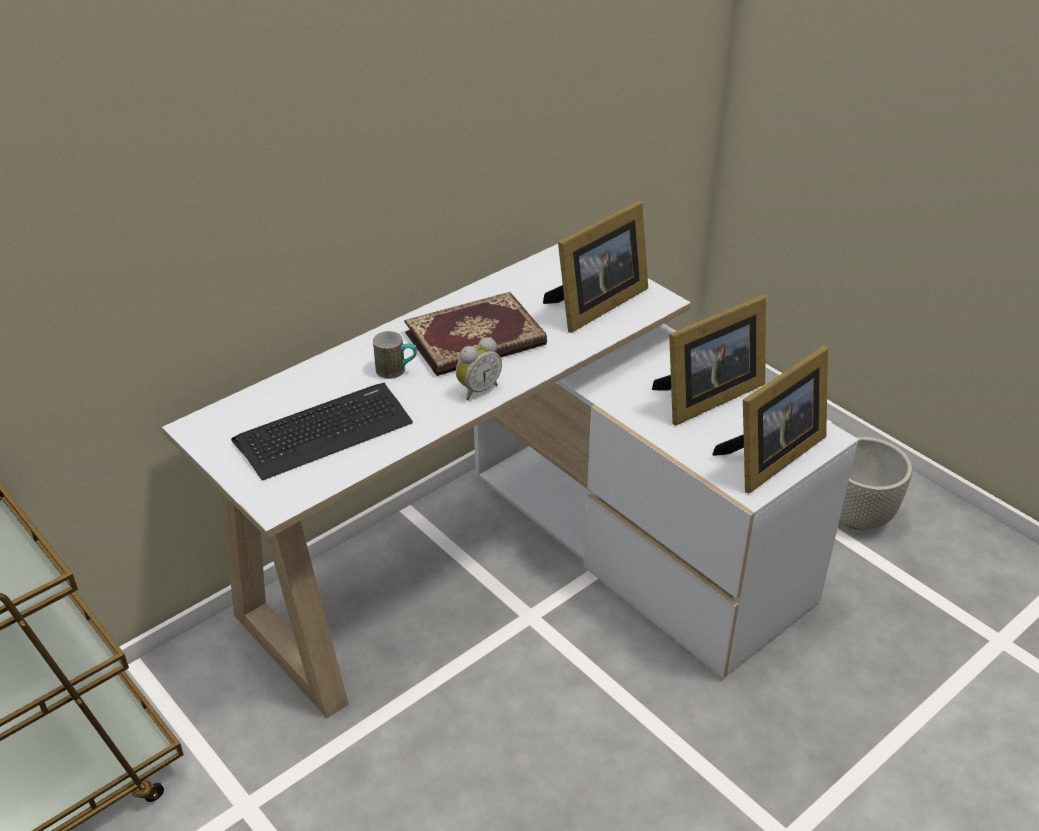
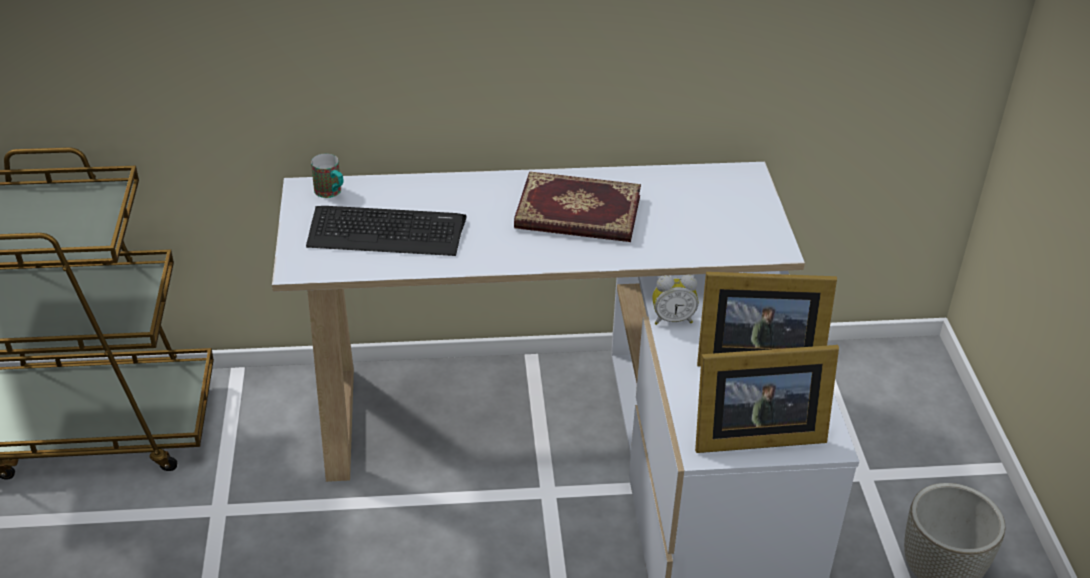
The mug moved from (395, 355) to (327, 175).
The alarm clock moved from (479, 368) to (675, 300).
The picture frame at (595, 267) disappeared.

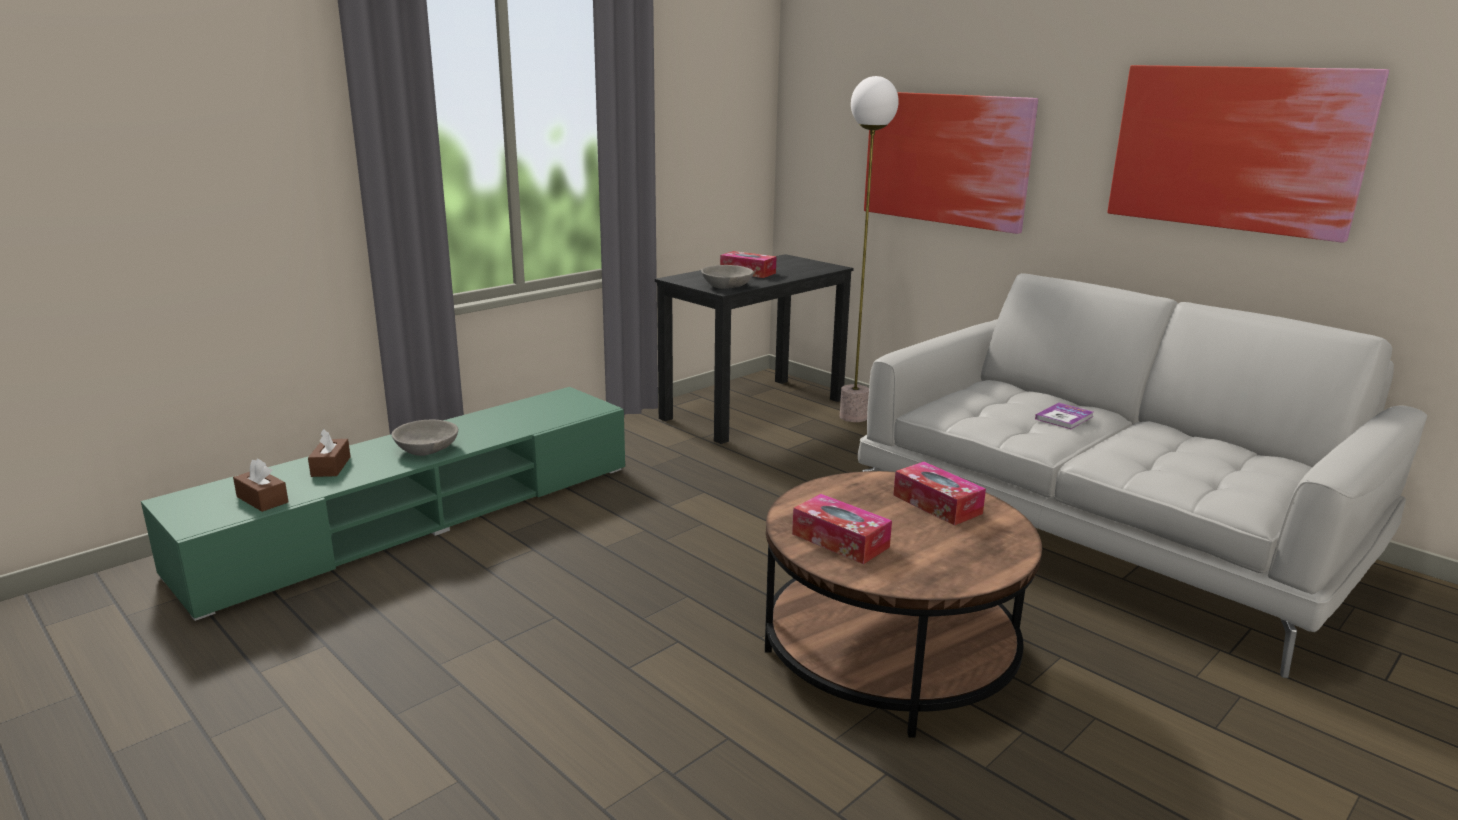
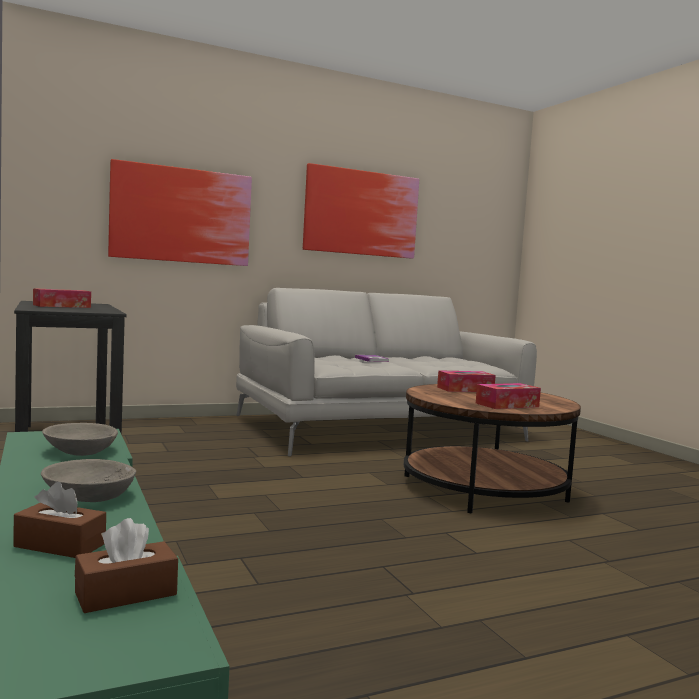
The bowl (grey) moved from (727, 277) to (80, 439).
The floor lamp at (869, 249) disappeared.

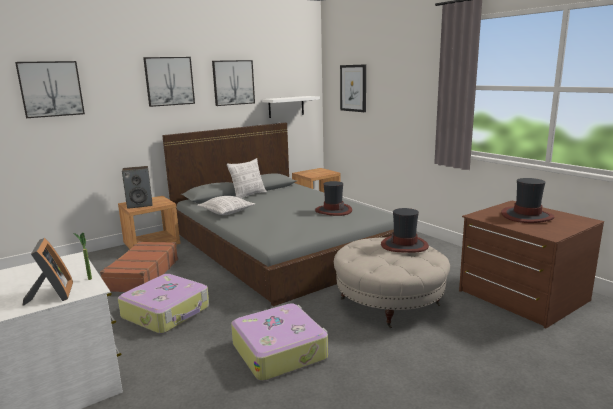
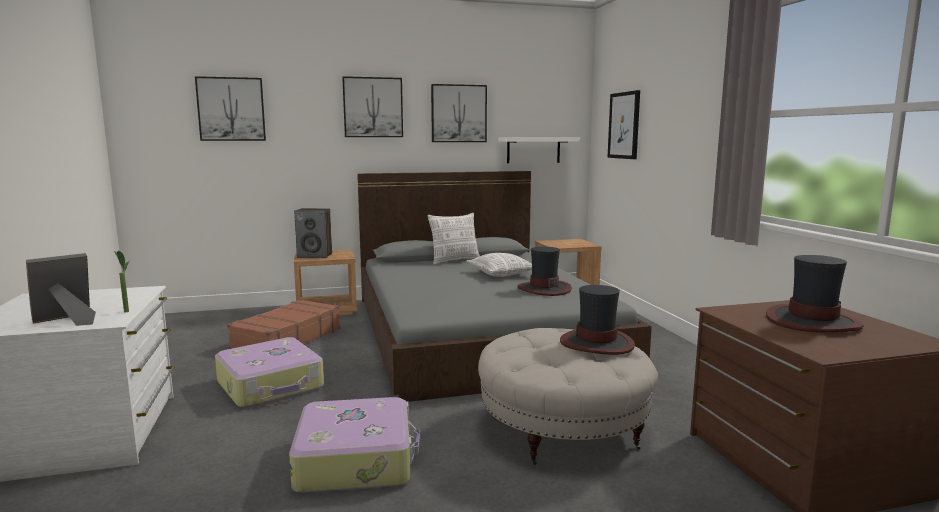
The picture frame at (47, 272) turned 135 degrees counterclockwise.
The pillow moved from (226, 205) to (499, 265).

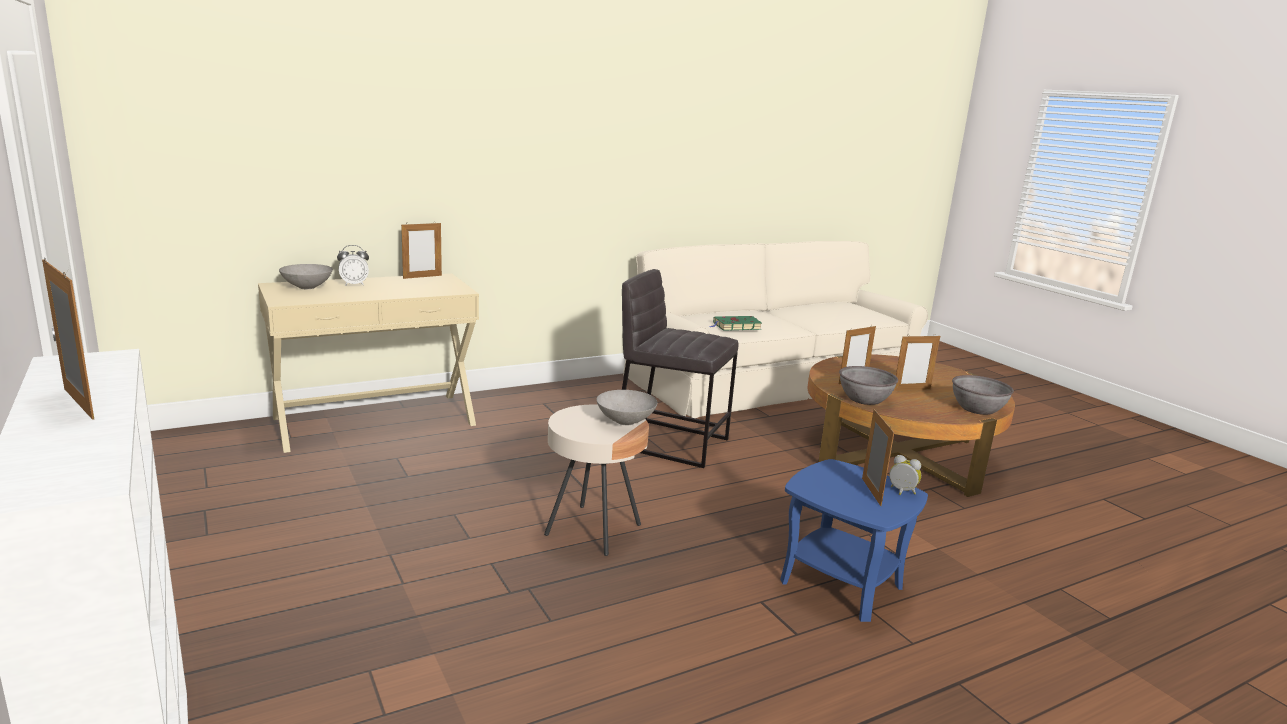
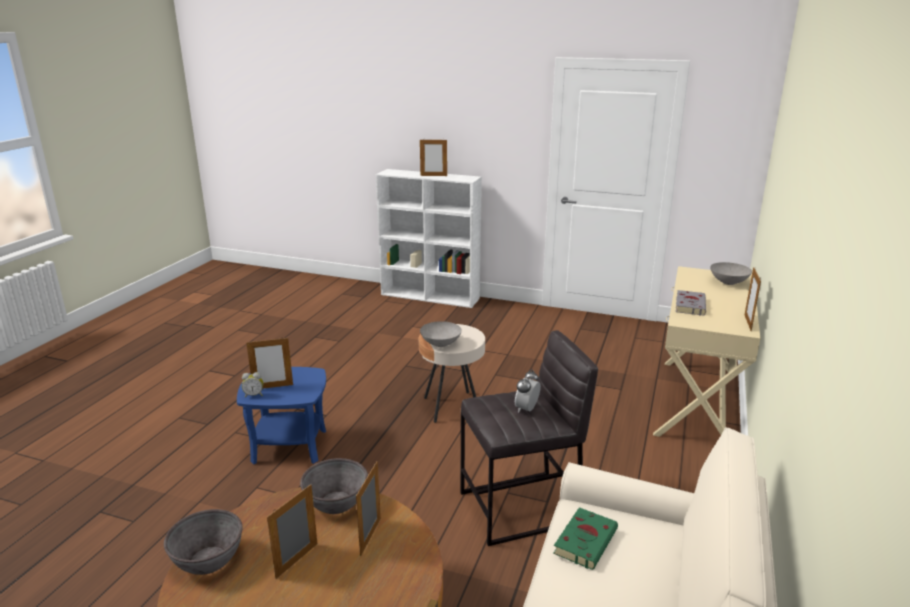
The alarm clock moved from (353, 265) to (528, 390).
The picture frame at (878, 457) turned 60 degrees counterclockwise.
The book (grey) at (691, 302) appeared.

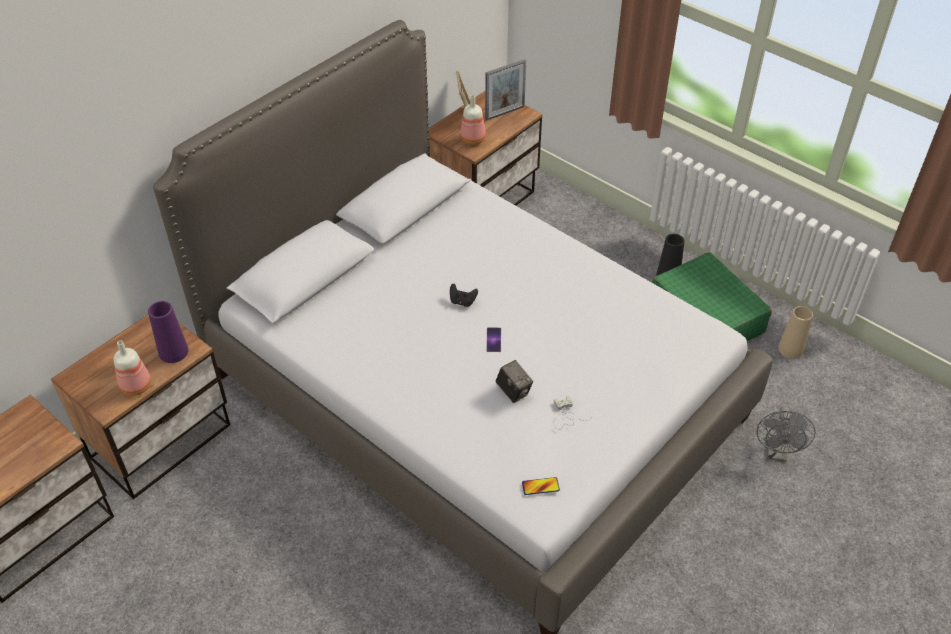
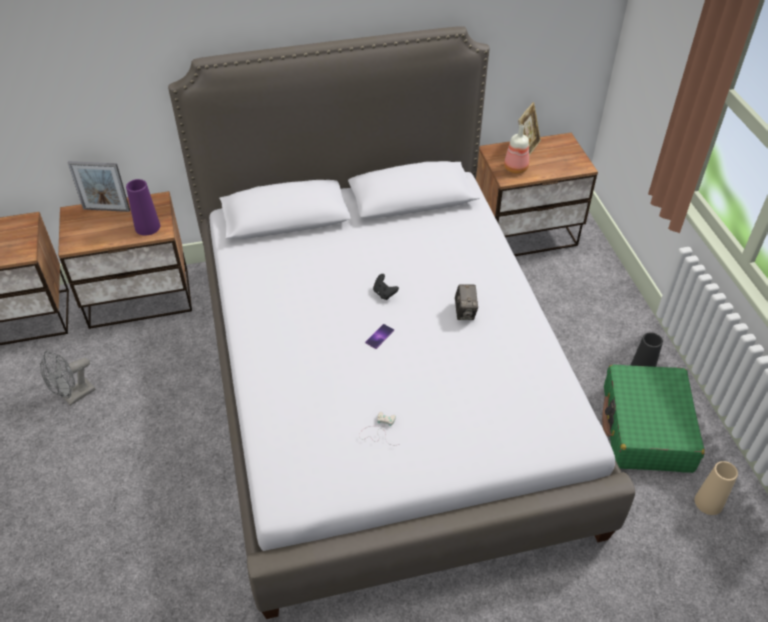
The bottle at (132, 368) disappeared.
The picture frame moved from (505, 90) to (99, 186).
The photo camera moved from (514, 381) to (466, 302).
The phone at (541, 486) disappeared.
The fan (grey) moved from (786, 434) to (68, 378).

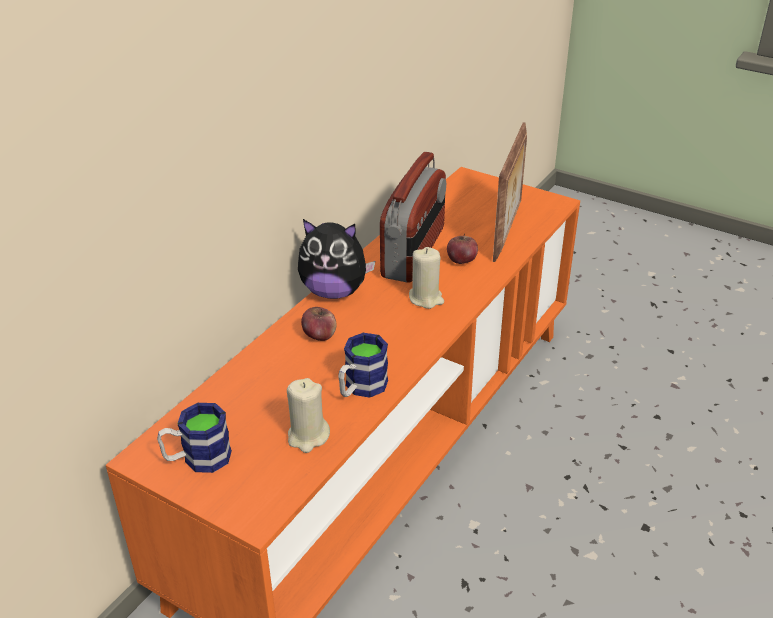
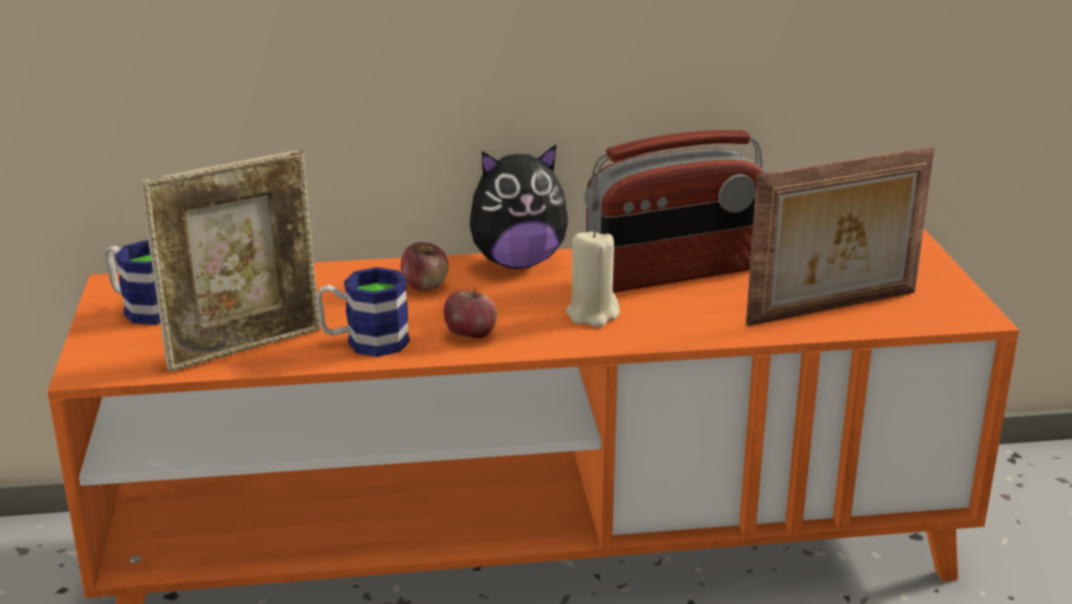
The candle (beige) at (308, 415) was replaced by the picture frame at (230, 261).
The plush toy at (336, 259) turned 75 degrees counterclockwise.
The apple moved from (462, 249) to (470, 313).

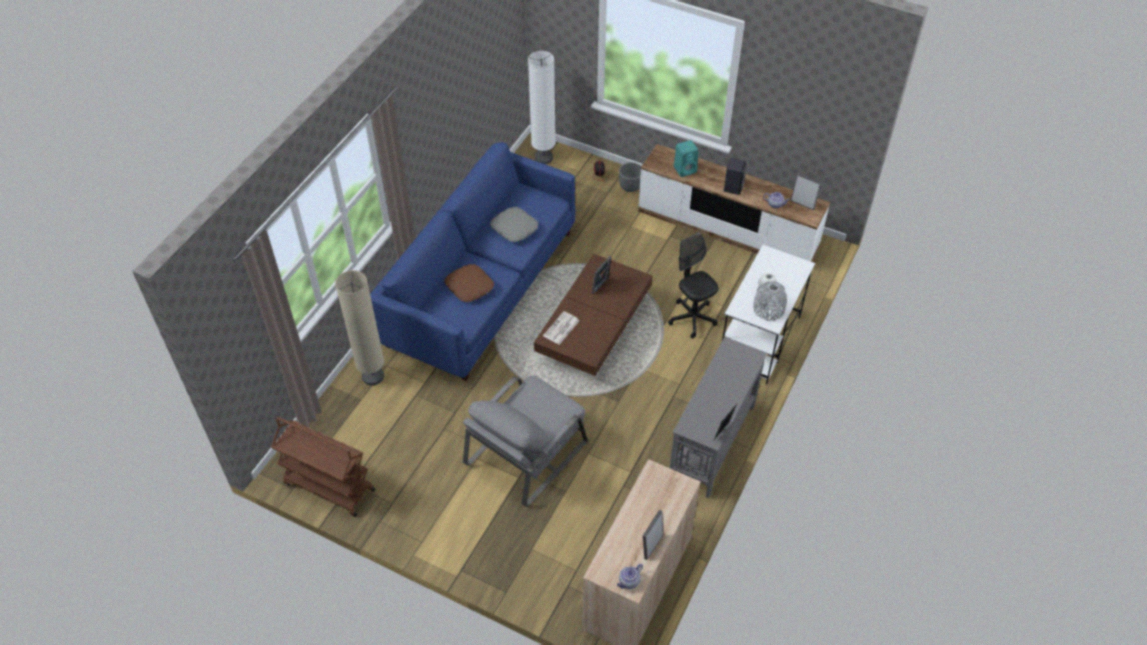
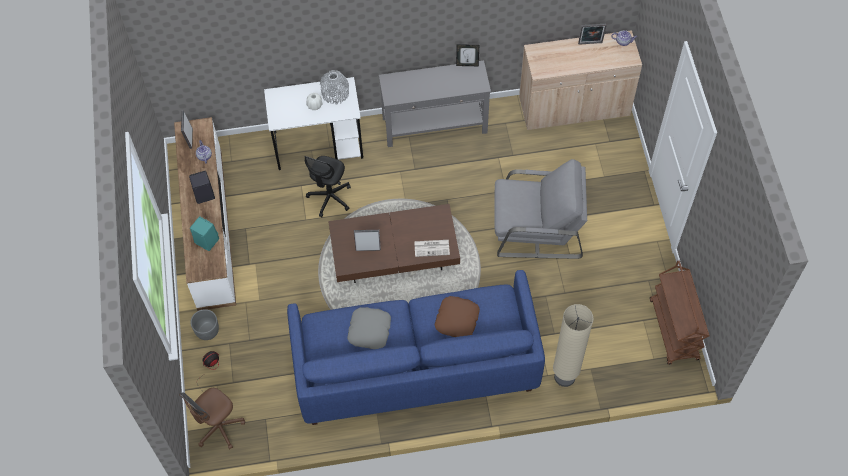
The floor lamp (white) at (542, 107) was replaced by the office chair (brown) at (212, 418).

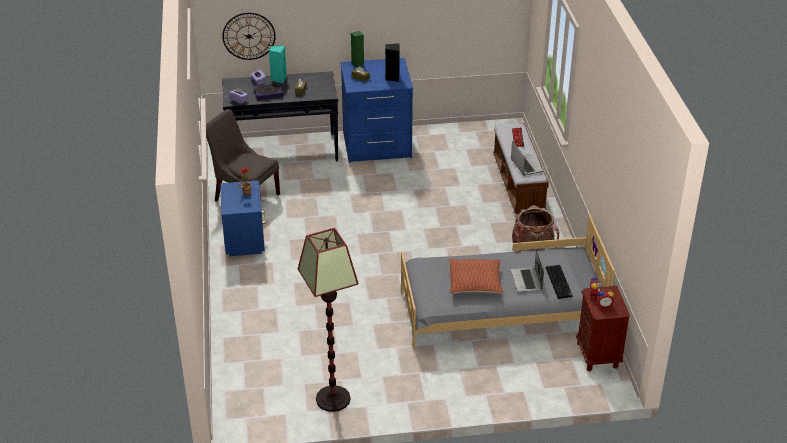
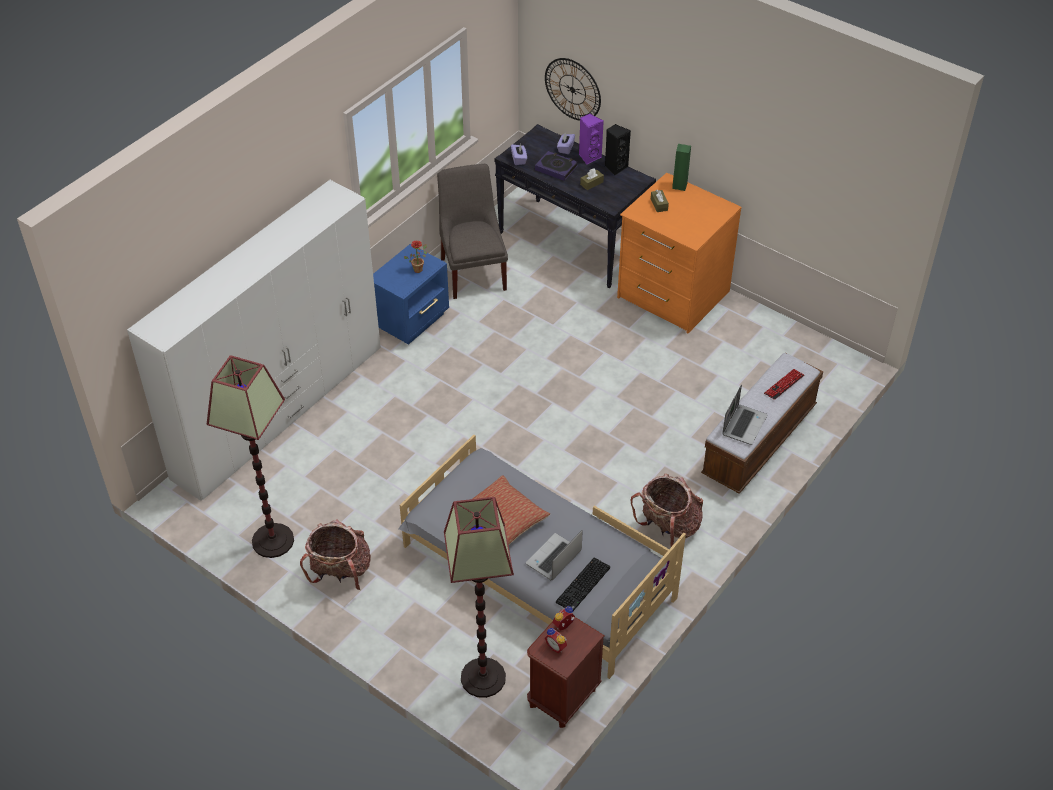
The speaker (turquoise) at (278, 64) became the speaker (purple) at (591, 139).
The dresser (blue) at (376, 110) became the dresser (orange) at (679, 253).
The speaker (black) moved from (392, 62) to (618, 149).
The wardrobe (white) at (254, 340) appeared.
The backpack at (335, 554) appeared.
The floor lamp at (479, 597) appeared.

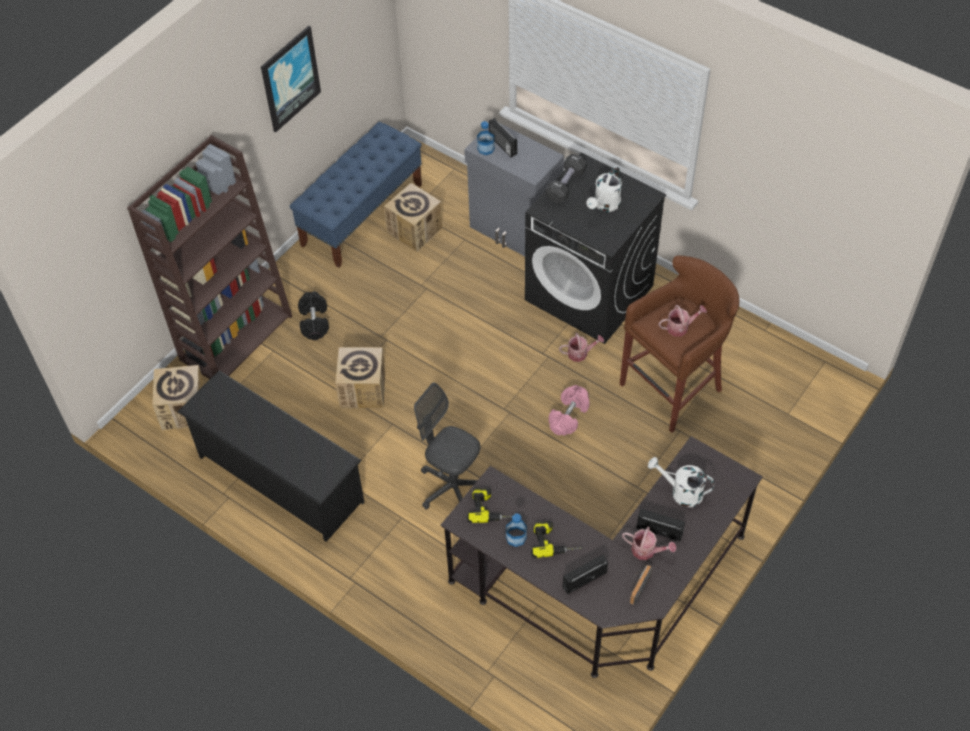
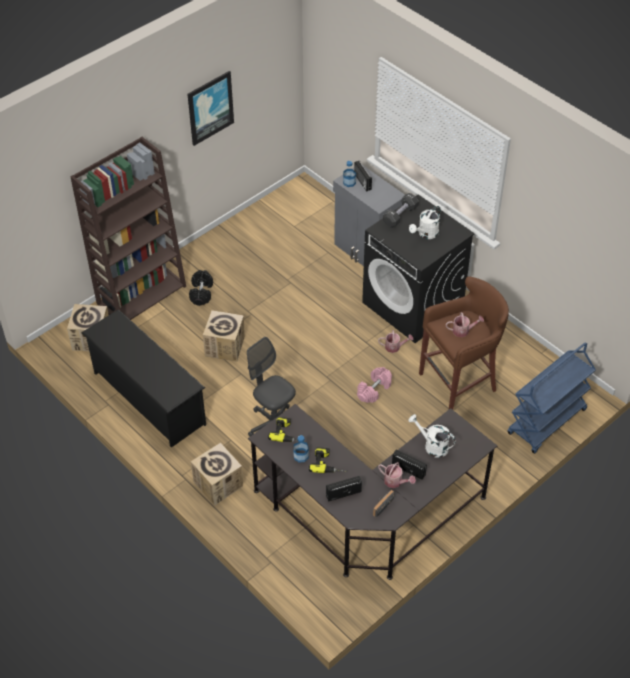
The bench (blue) at (356, 195) disappeared.
The cardboard box moved from (413, 217) to (217, 474).
The cart (blue) at (551, 398) appeared.

